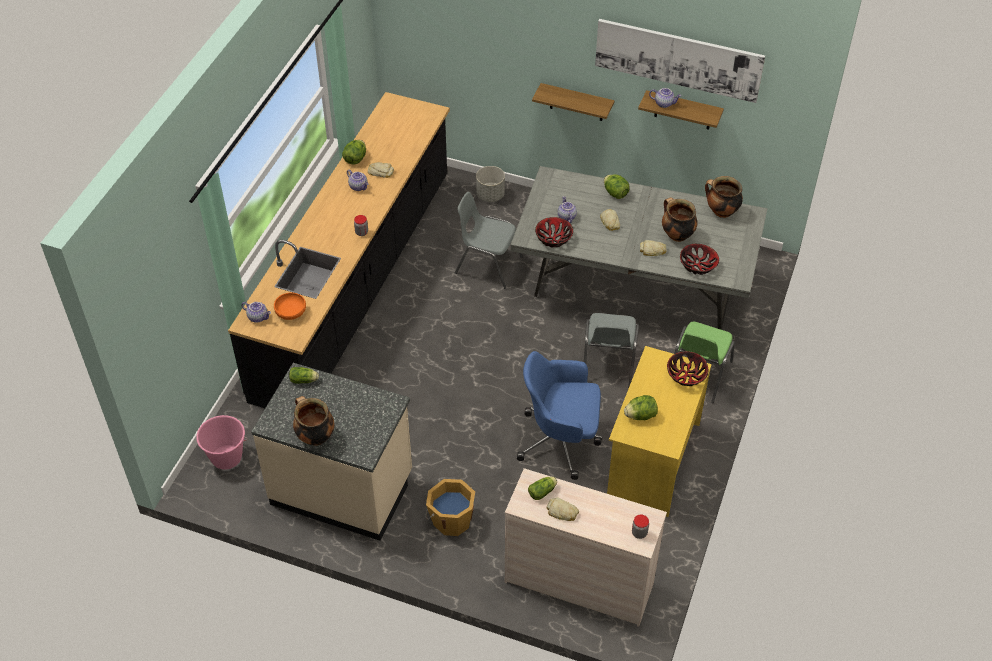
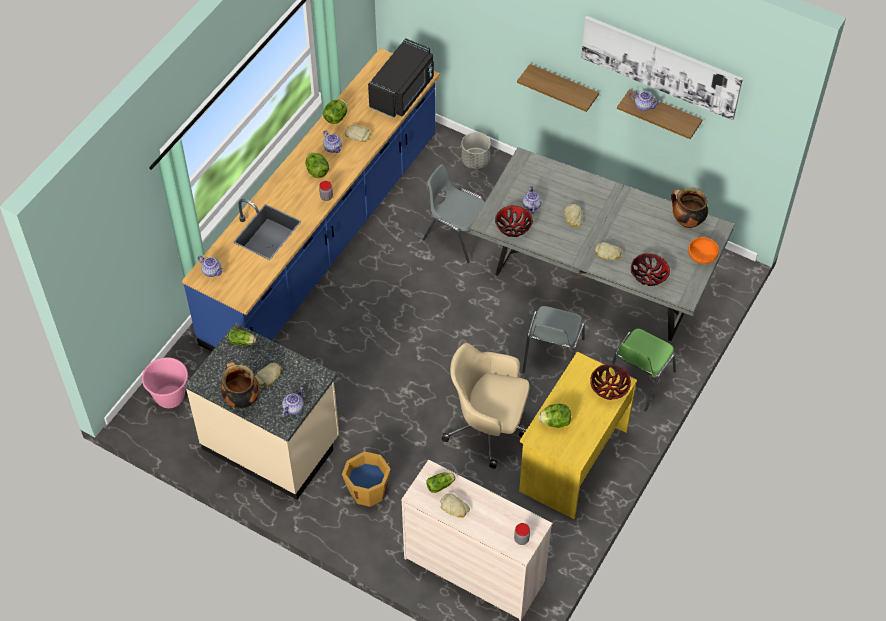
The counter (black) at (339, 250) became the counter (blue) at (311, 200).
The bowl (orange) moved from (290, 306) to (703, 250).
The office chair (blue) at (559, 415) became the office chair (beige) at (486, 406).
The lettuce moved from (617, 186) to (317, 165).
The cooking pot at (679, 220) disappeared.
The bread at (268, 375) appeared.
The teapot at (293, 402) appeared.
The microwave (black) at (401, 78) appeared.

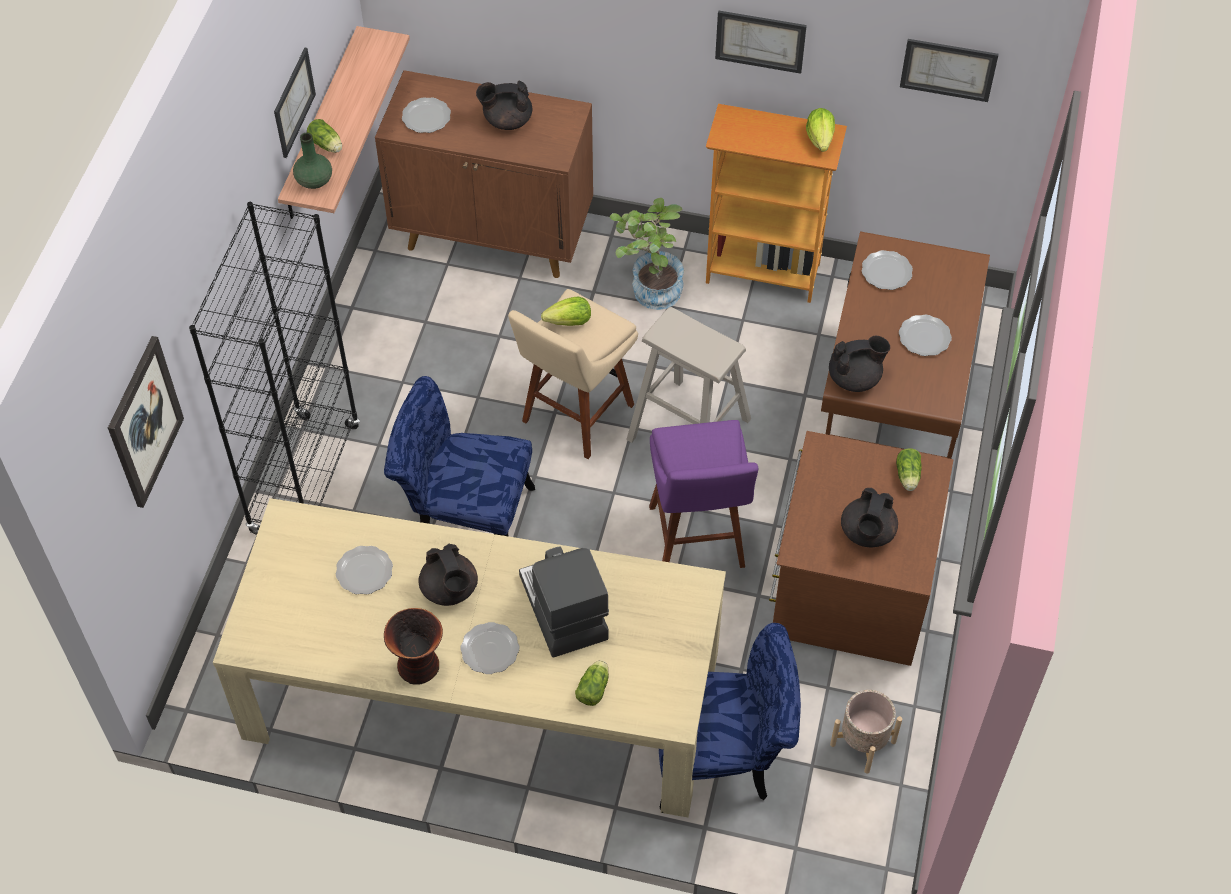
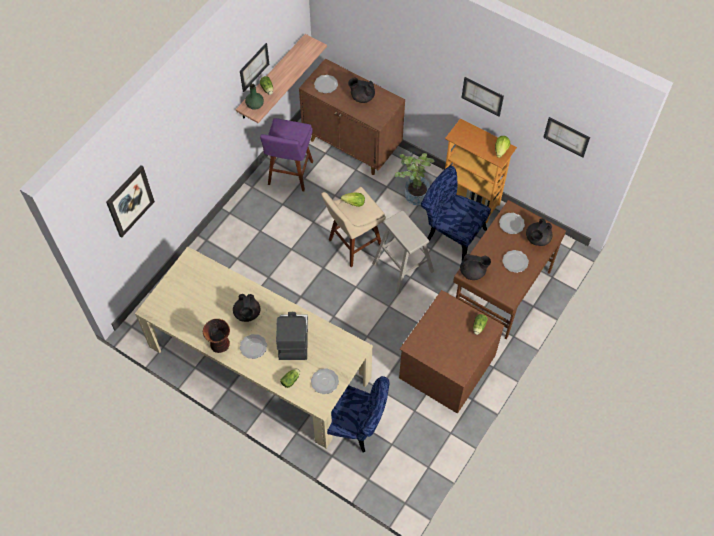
The bookcase (black) at (274, 368) disappeared.
The plate moved from (364, 570) to (325, 381).
The chair (blue) moved from (459, 456) to (456, 213).
The stool (purple) moved from (703, 494) to (286, 154).
The planter (beige) at (866, 732) disappeared.
The teapot (black) moved from (869, 517) to (539, 232).

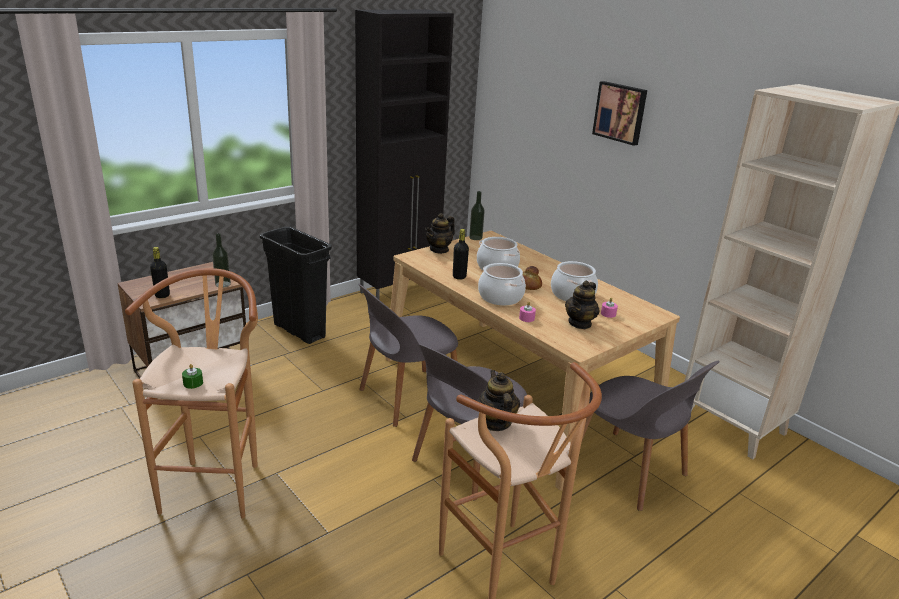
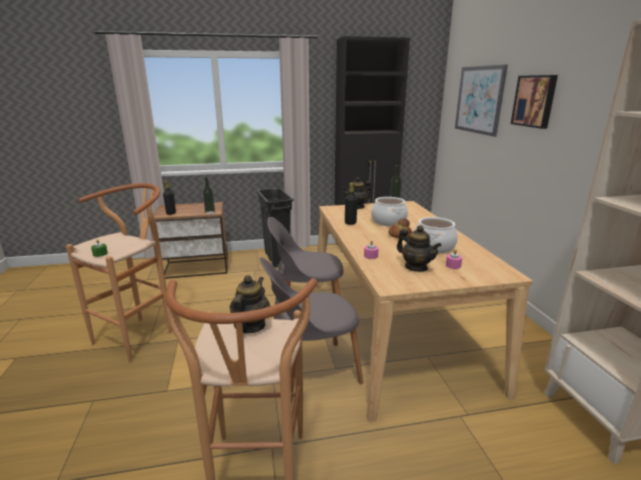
The cooking pot at (502, 284) disappeared.
The teapot at (582, 305) turned 105 degrees counterclockwise.
The chair (grey) at (651, 436) disappeared.
The picture at (481, 101) appeared.

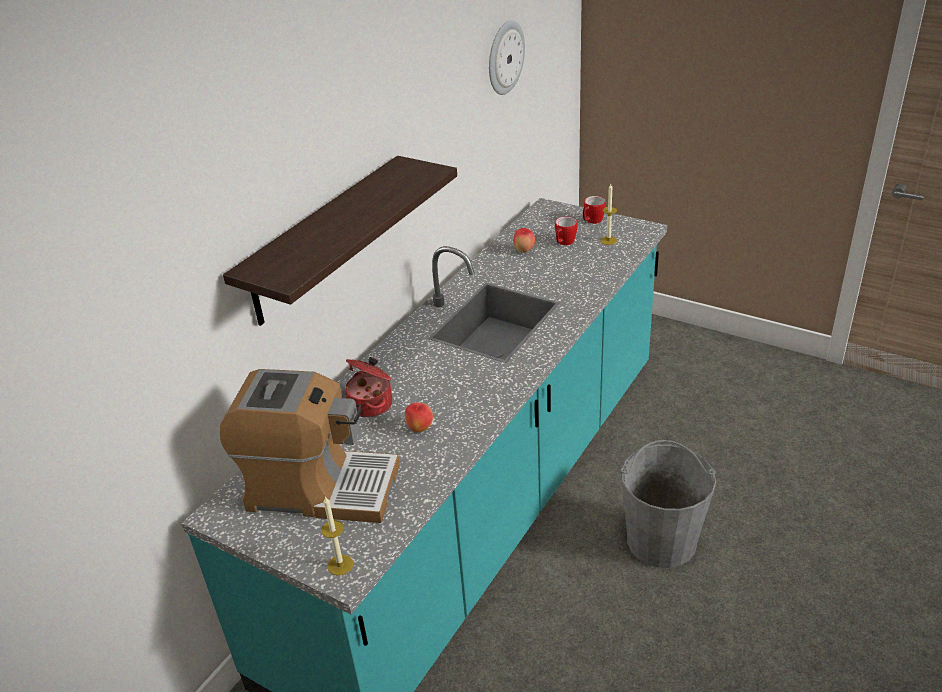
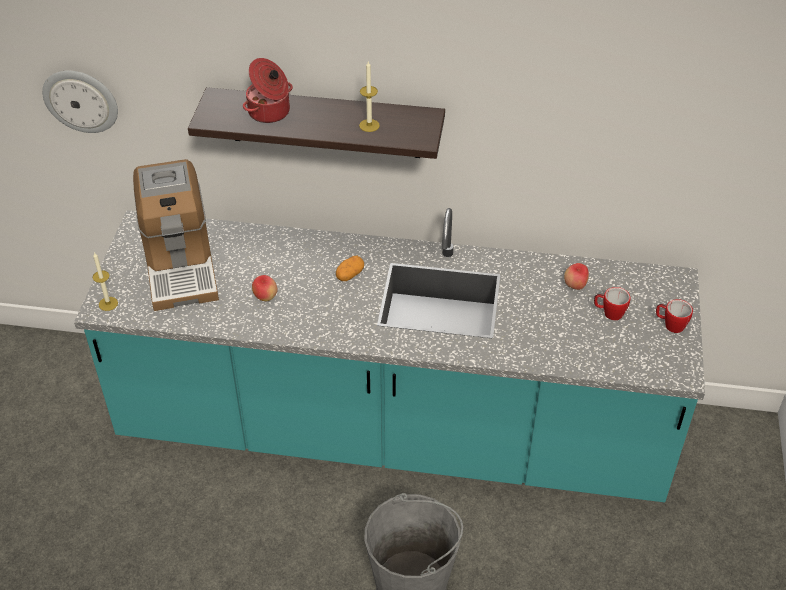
The cooking pot moved from (368, 387) to (268, 90).
The wall clock moved from (507, 57) to (80, 102).
The candle moved from (608, 214) to (369, 96).
The potato at (350, 268) appeared.

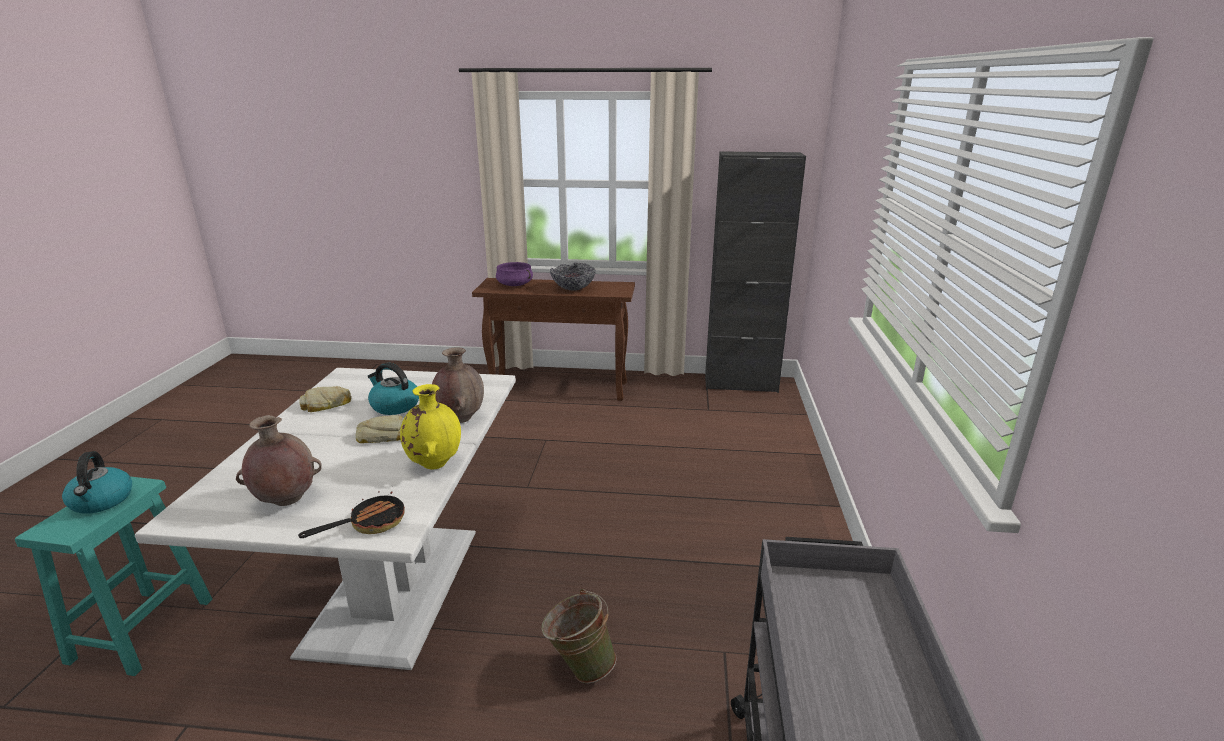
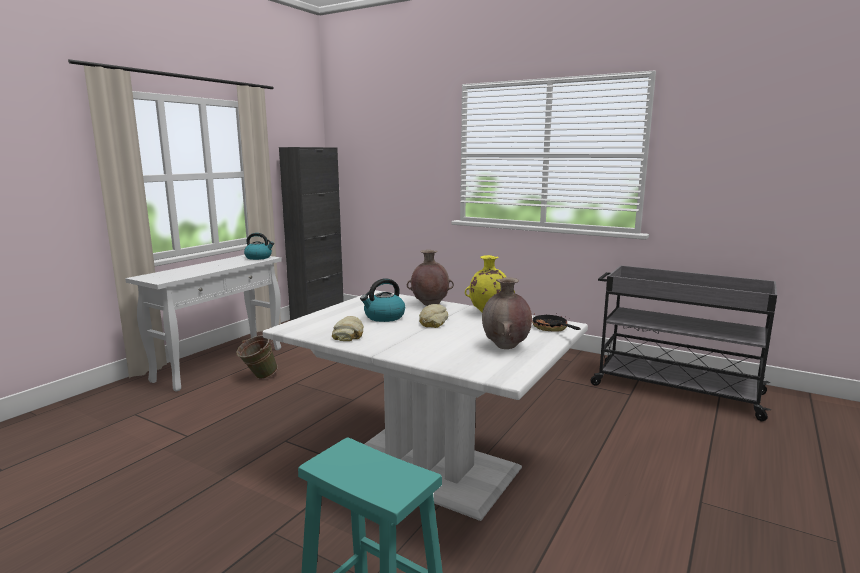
The kettle moved from (97, 482) to (259, 246).
The console table (brown) at (553, 339) became the console table (white) at (203, 323).
The cooking pot (purple) at (514, 274) disappeared.
The bucket (green) moved from (579, 636) to (257, 357).
The bowl at (573, 277) disappeared.

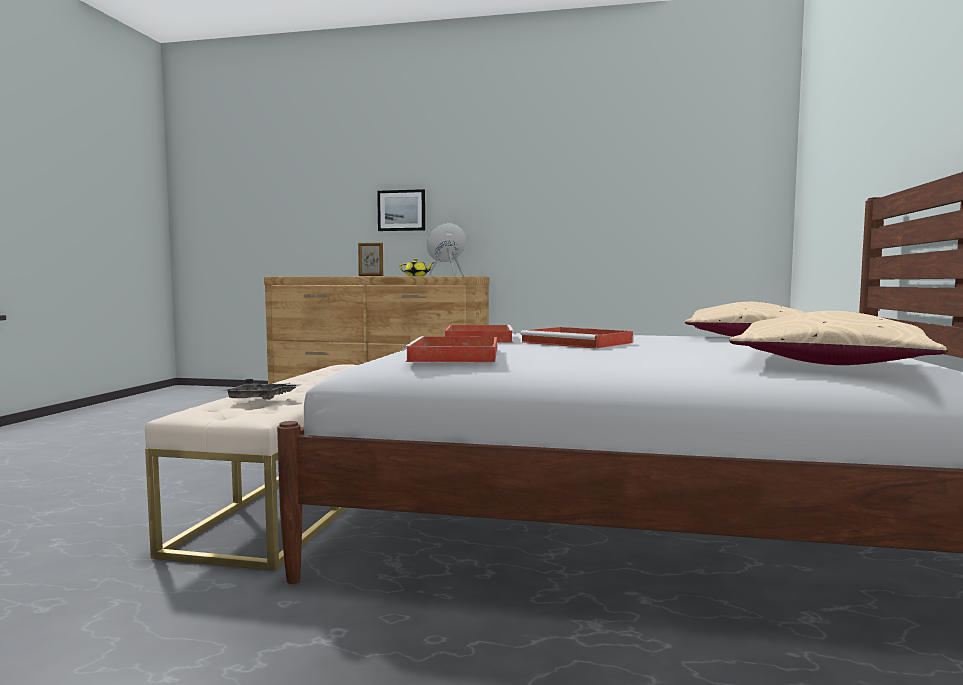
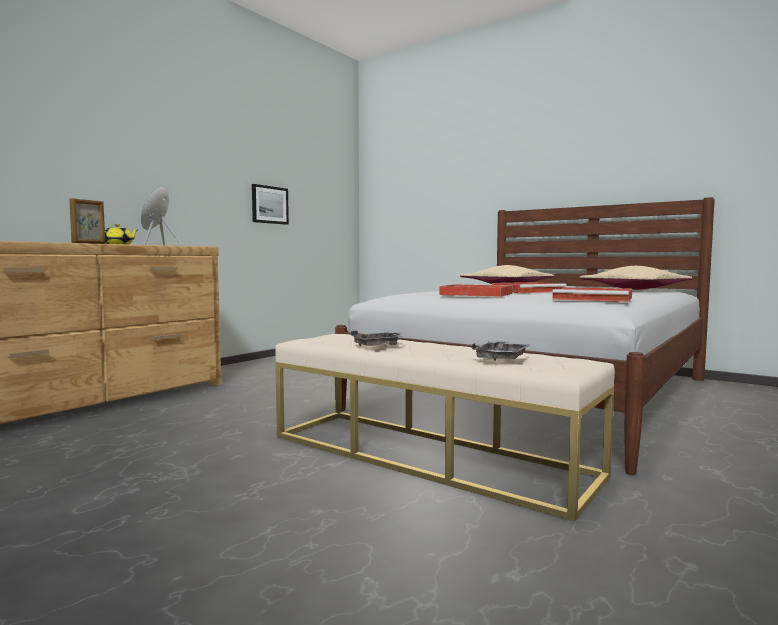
The picture moved from (401, 210) to (270, 204).
The tray (grey) at (377, 338) appeared.

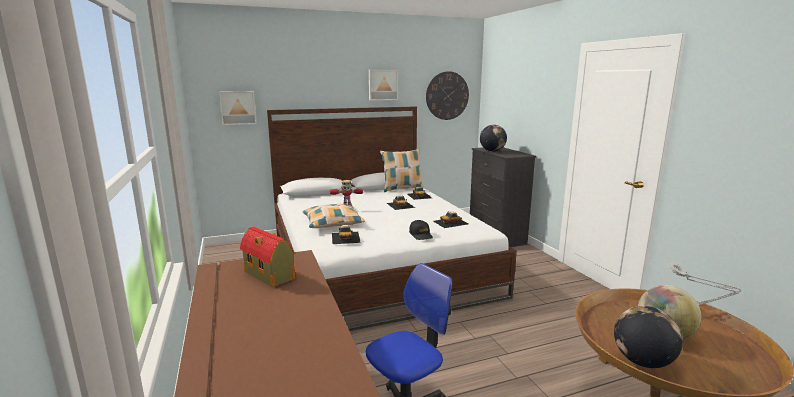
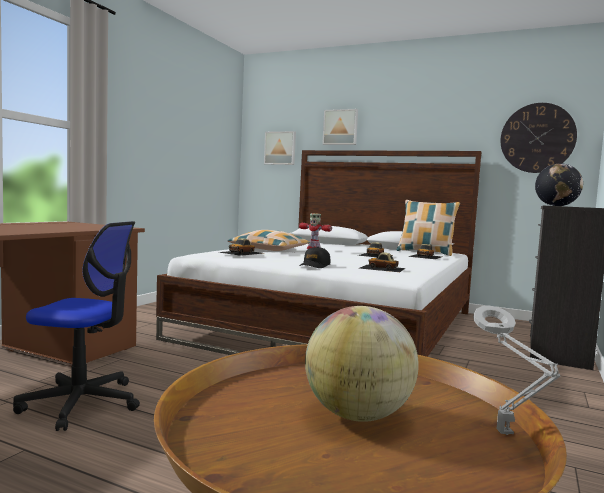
The toy house at (267, 256) disappeared.
The picture moved from (383, 85) to (340, 127).
The globe at (648, 337) disappeared.

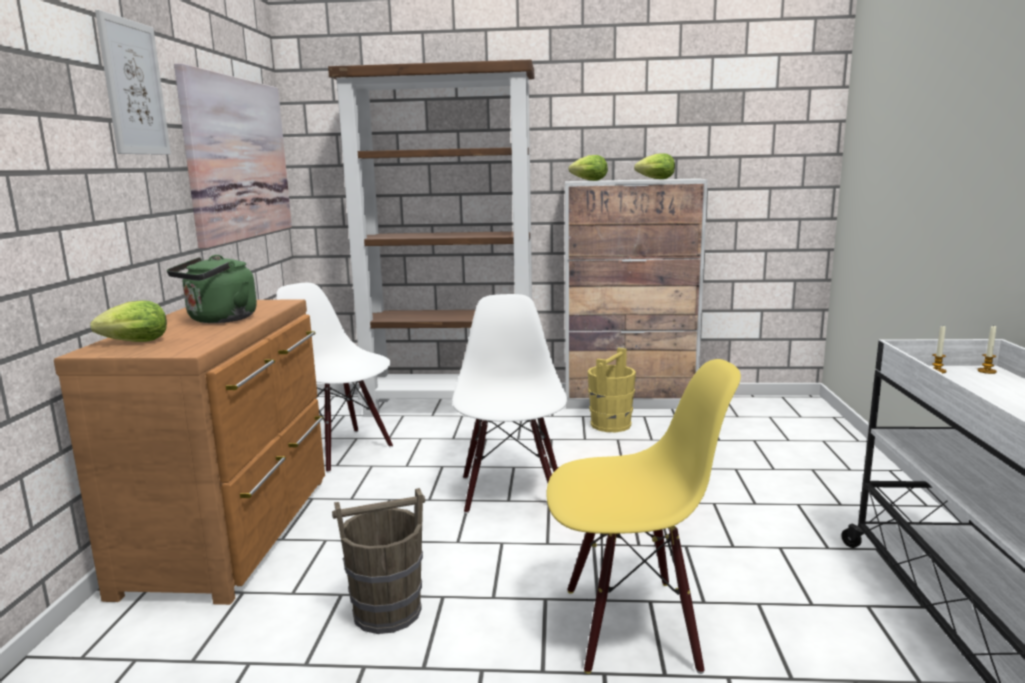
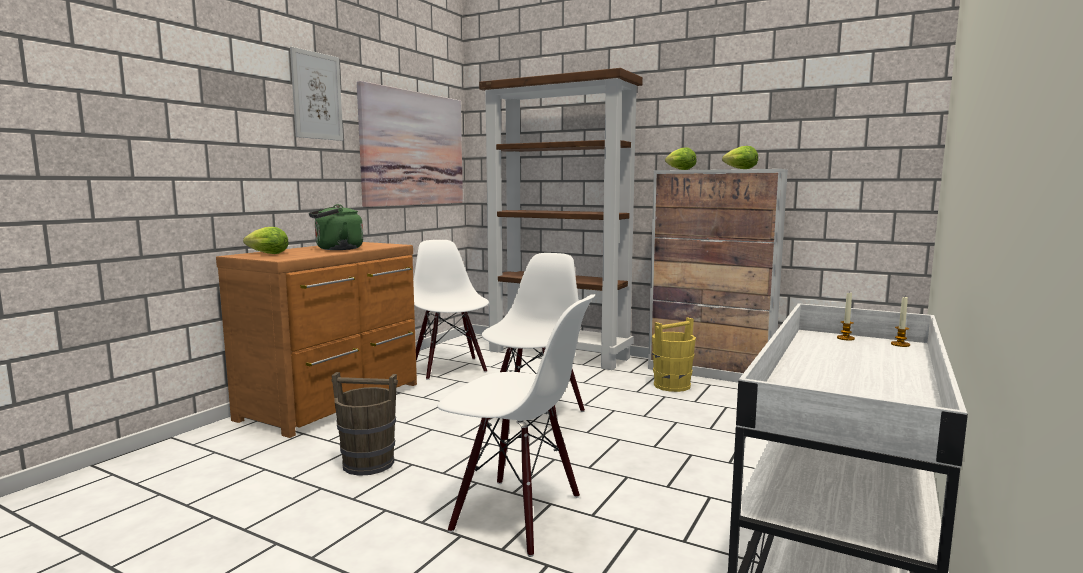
The chair (yellow) at (643, 516) became the chair (white) at (516, 425).

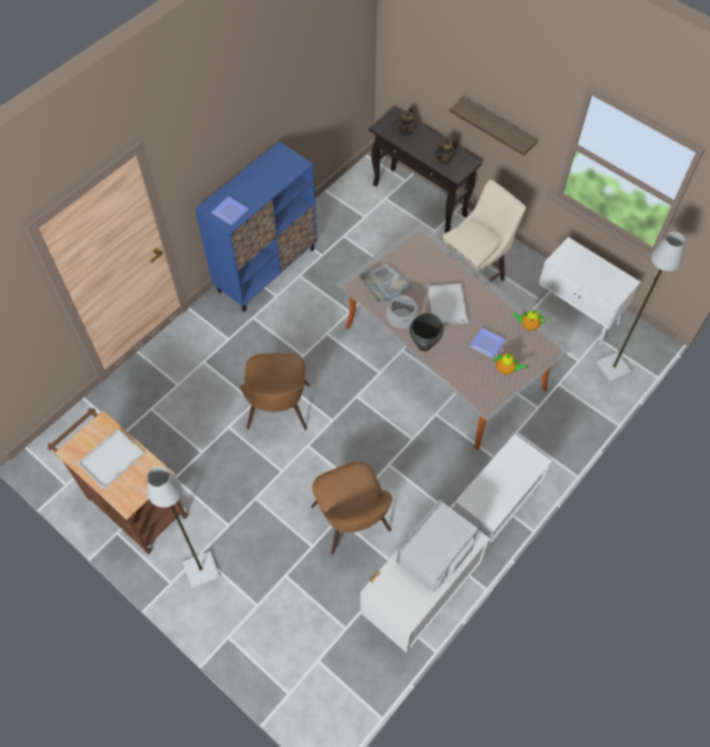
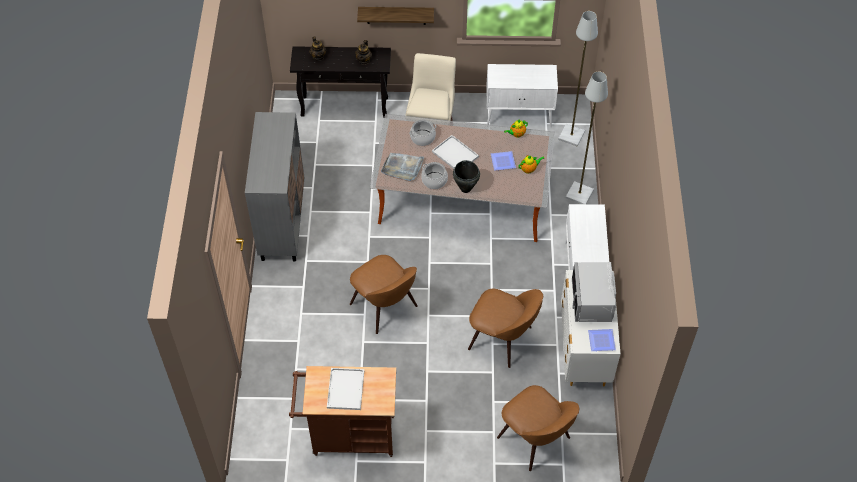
The floor lamp (grey) moved from (183, 527) to (587, 138).
The cabinet (blue) at (256, 227) became the cabinet (grey) at (275, 187).
The plate moved from (230, 210) to (602, 340).
The cooking pot at (422, 132) appeared.
The chair (brown) at (538, 428) appeared.

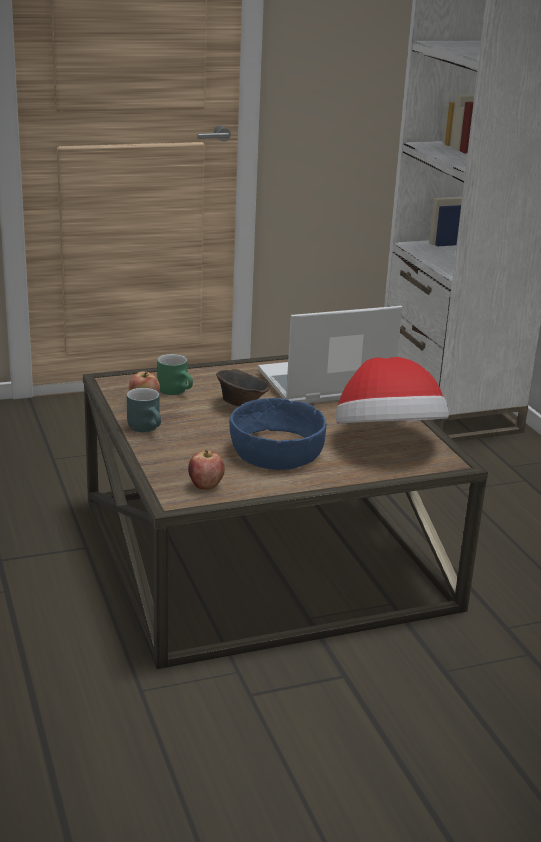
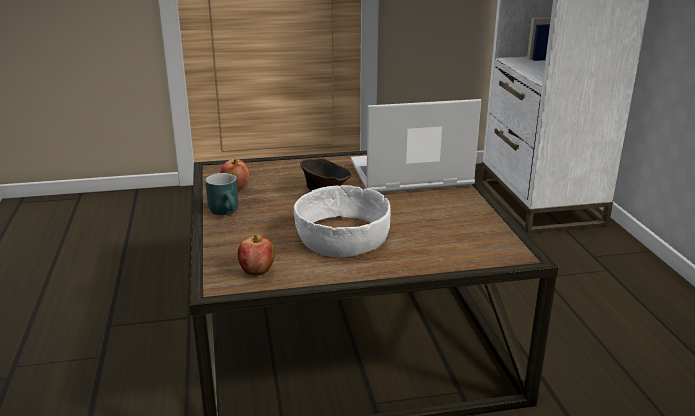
The mug (green) at (175, 374) disappeared.
The bowl (blue) at (277, 434) became the bowl (white) at (342, 221).
The hat at (392, 390) disappeared.

